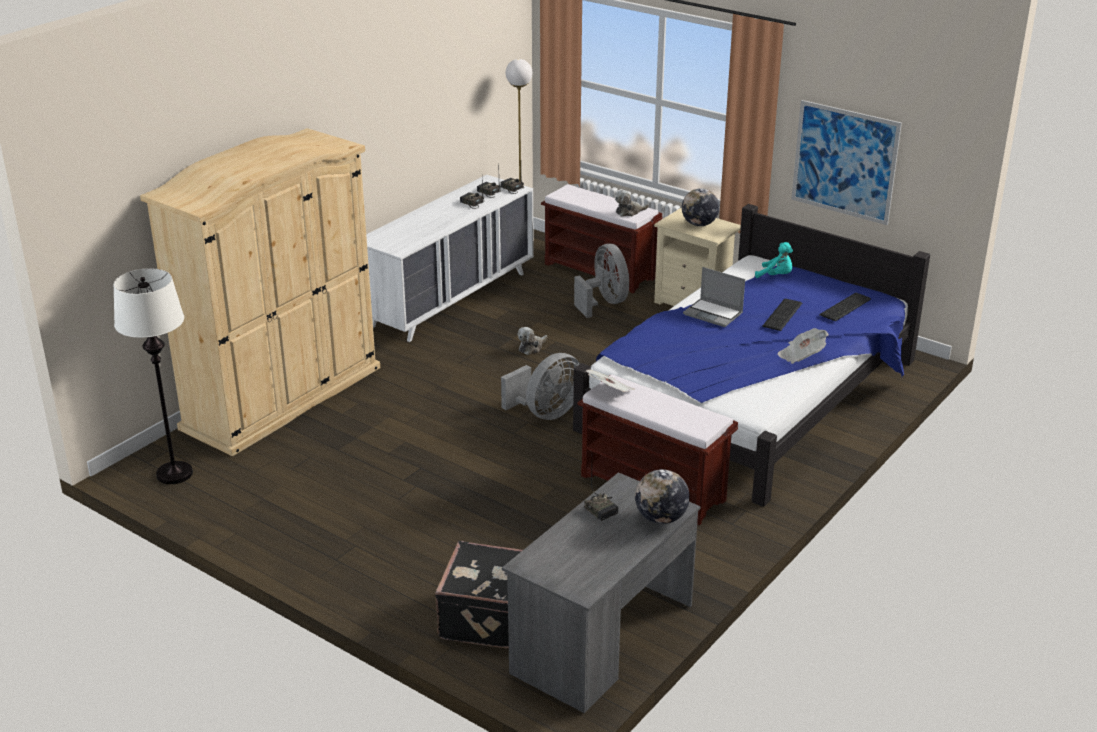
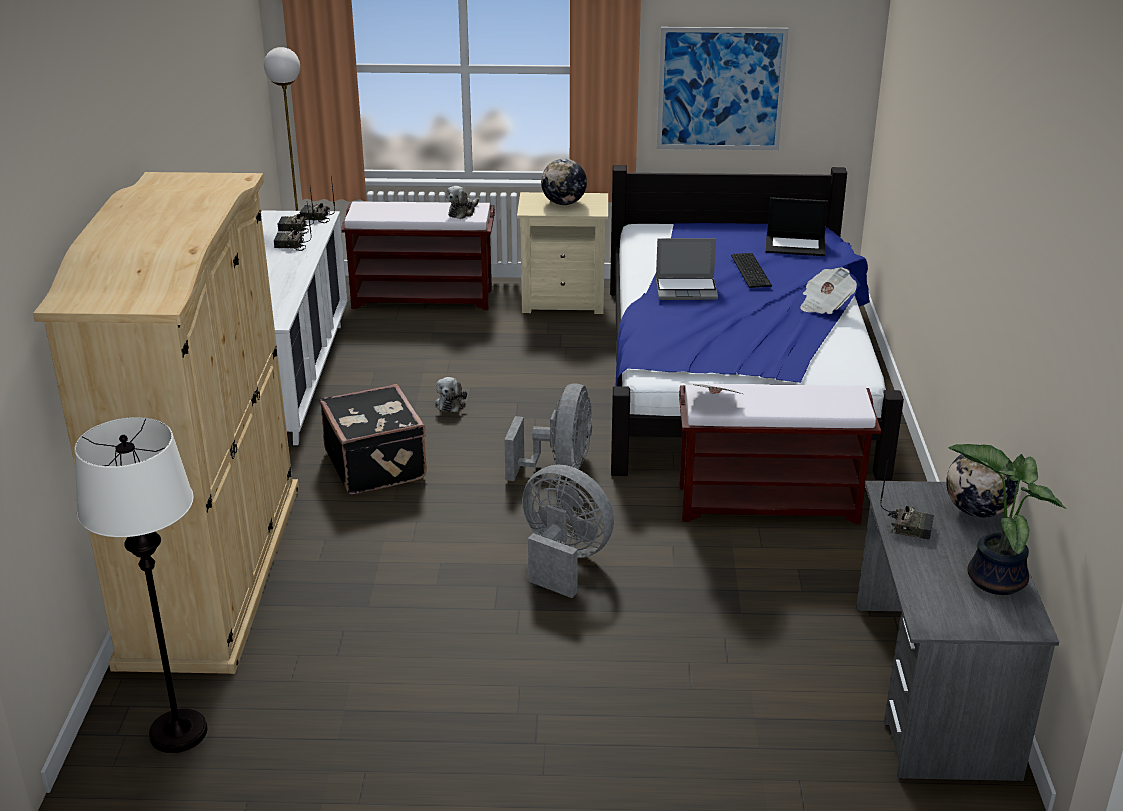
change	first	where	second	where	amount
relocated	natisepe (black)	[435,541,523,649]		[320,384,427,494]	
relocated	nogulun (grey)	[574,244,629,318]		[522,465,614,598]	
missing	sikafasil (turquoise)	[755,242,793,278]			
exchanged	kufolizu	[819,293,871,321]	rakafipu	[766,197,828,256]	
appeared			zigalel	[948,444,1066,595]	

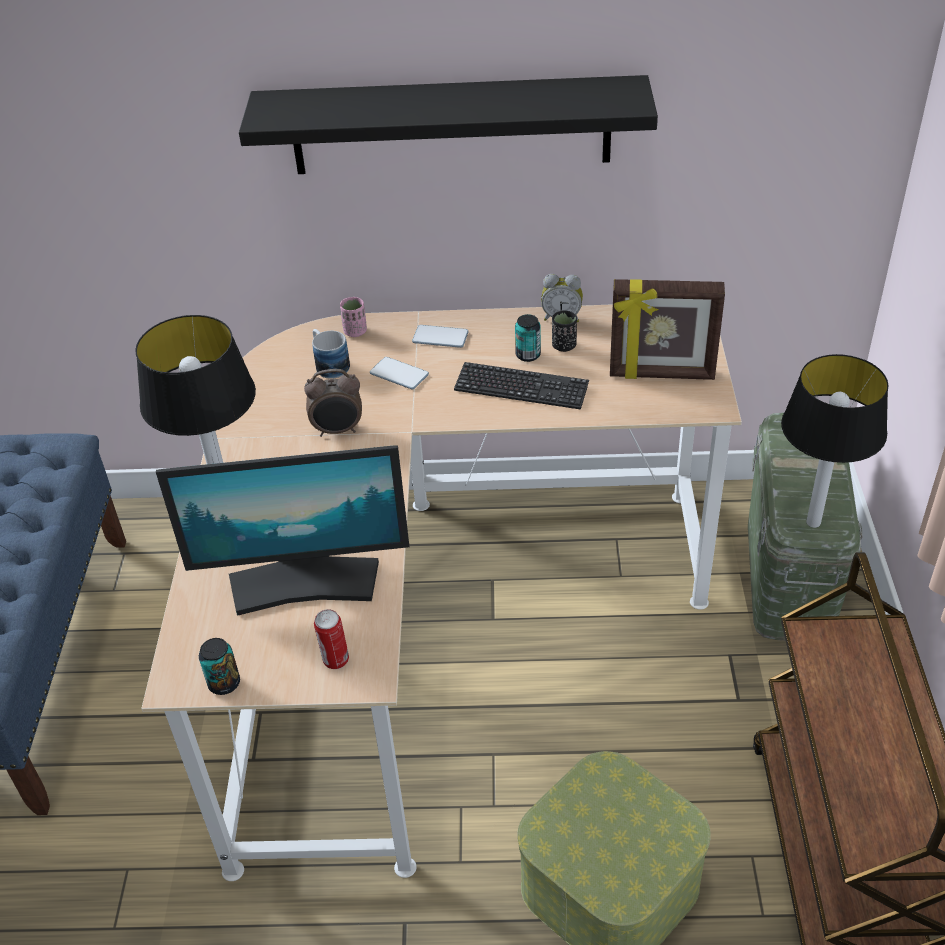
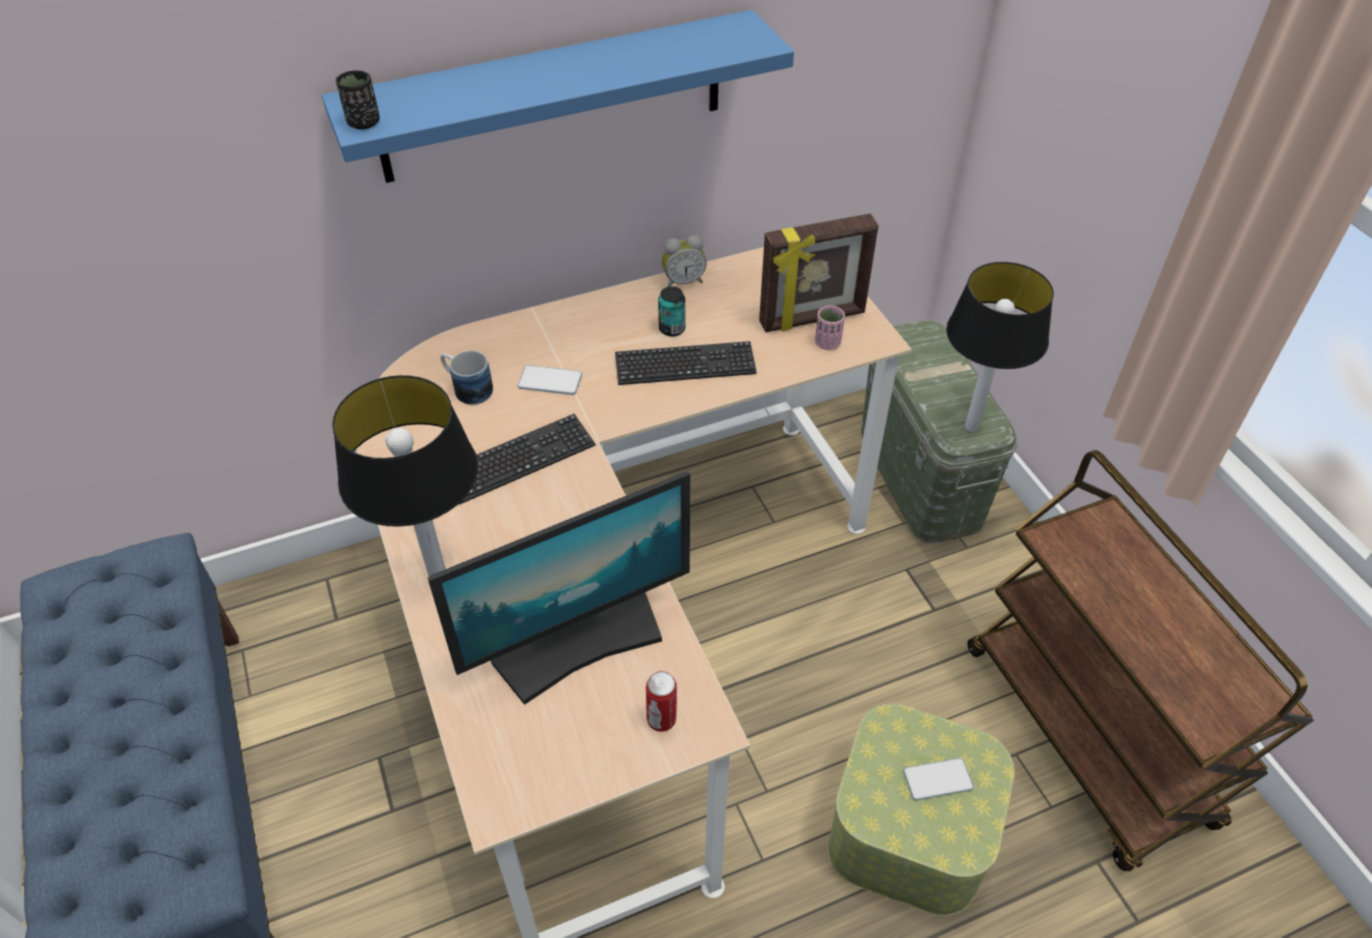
change	first	where	second	where	amount
missing	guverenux	[199,638,240,695]			
colour	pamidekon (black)	[239,75,658,174]	pamidekon (blue)	[322,10,794,183]	
exchanged	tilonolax	[304,369,362,437]	kufolizu	[459,414,595,505]	
relocated	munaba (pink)	[340,297,367,337]		[815,306,845,350]	
relocated	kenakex	[412,325,469,348]		[903,758,974,800]	
relocated	munaba (black)	[552,310,577,352]		[336,70,380,130]	

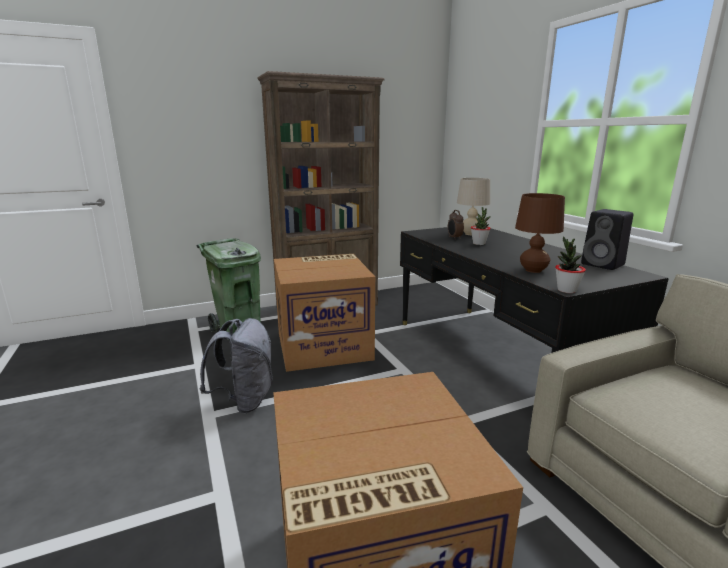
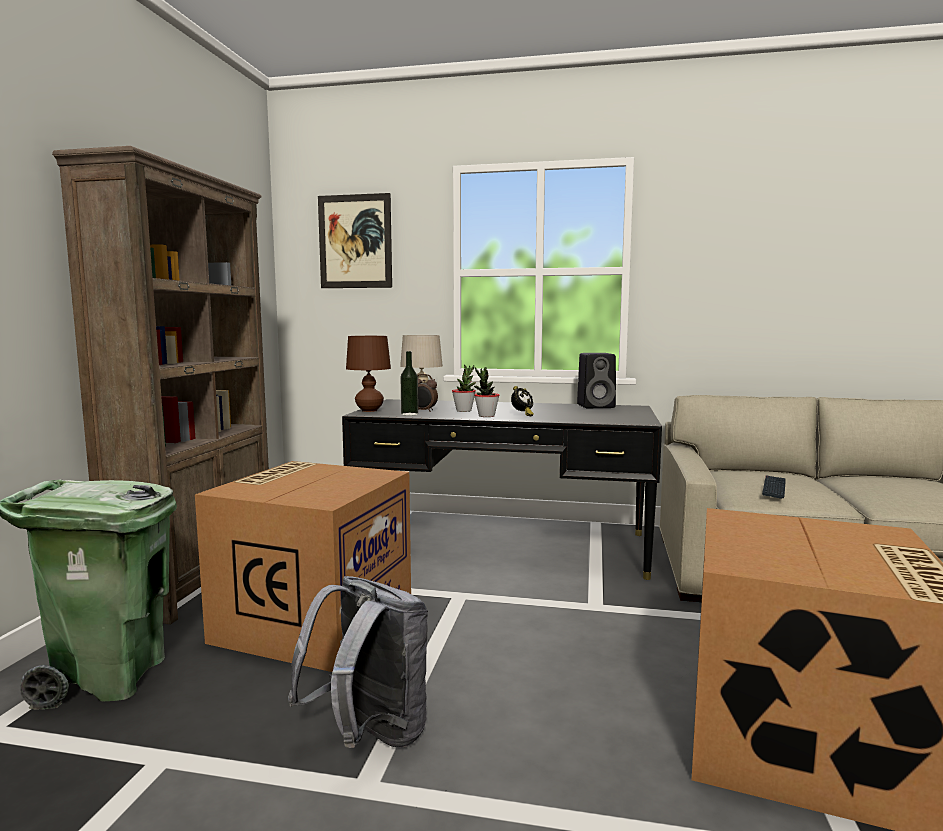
change	first	where	second	where	amount
relocated	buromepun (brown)	[515,193,565,273]		[346,336,391,412]	
relocated	zigalel	[555,236,586,293]		[474,367,499,417]	
appeared			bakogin	[318,193,392,288]	
appeared			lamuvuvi	[401,351,418,416]	
appeared			tilonolax	[511,386,534,416]	
appeared			kufolizu	[762,475,786,499]	

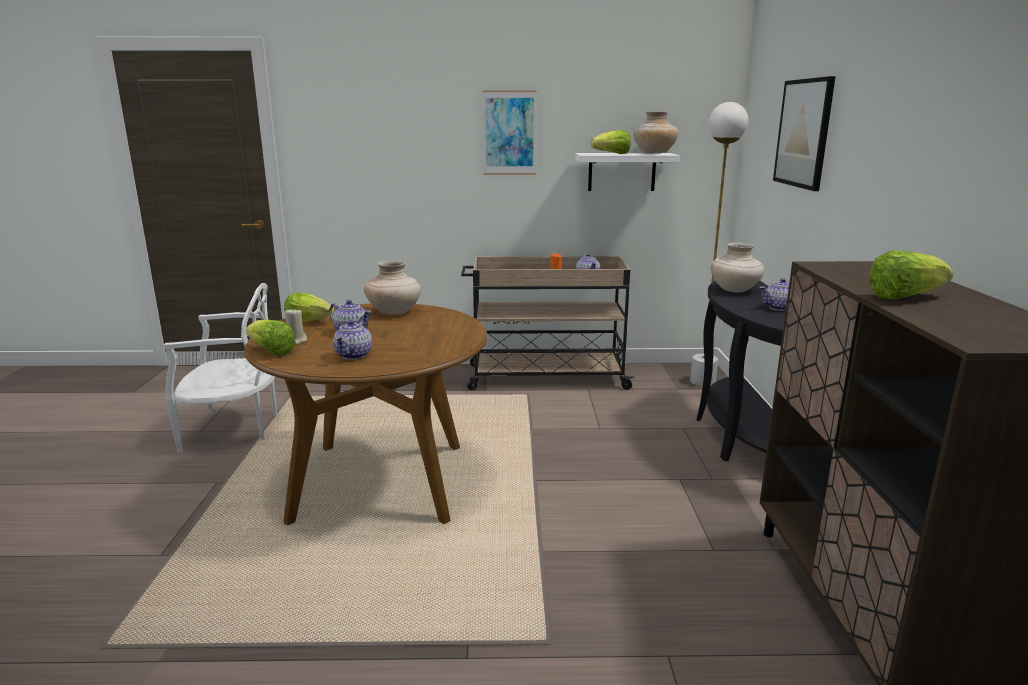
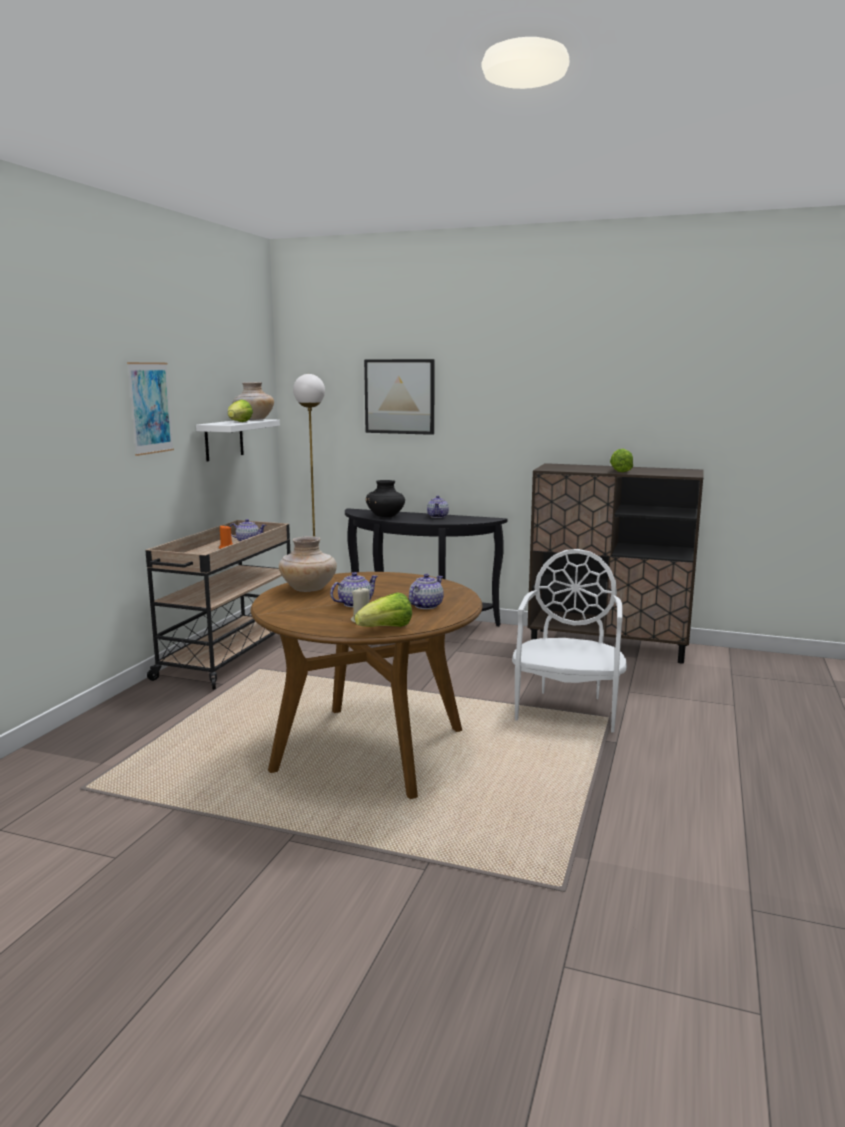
change	first	where	second	where	amount
relocated	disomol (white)	[164,283,277,453]		[512,549,627,733]	
missing	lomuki	[284,292,335,322]			
spun	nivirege	[333,320,372,360]		[409,574,444,609]	90 degrees counterclockwise
colour	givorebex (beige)	[711,243,764,293]	givorebex (black)	[366,480,405,517]	

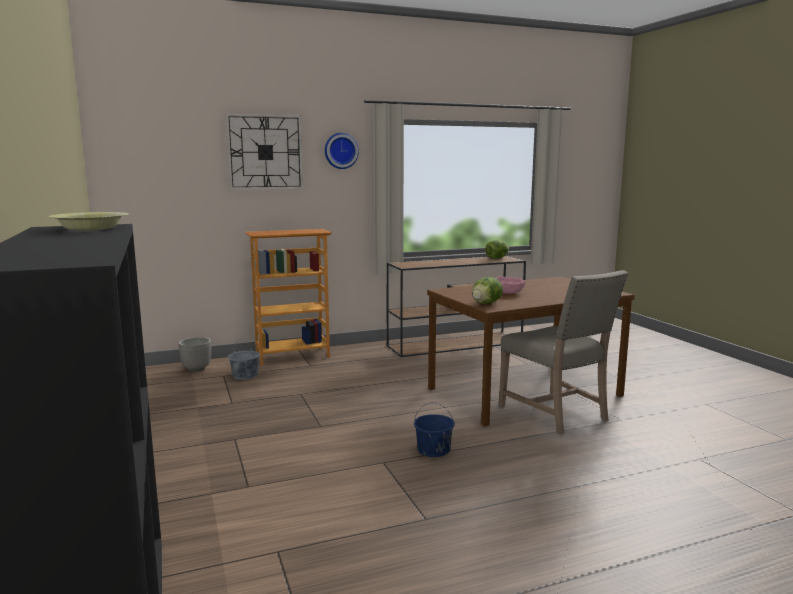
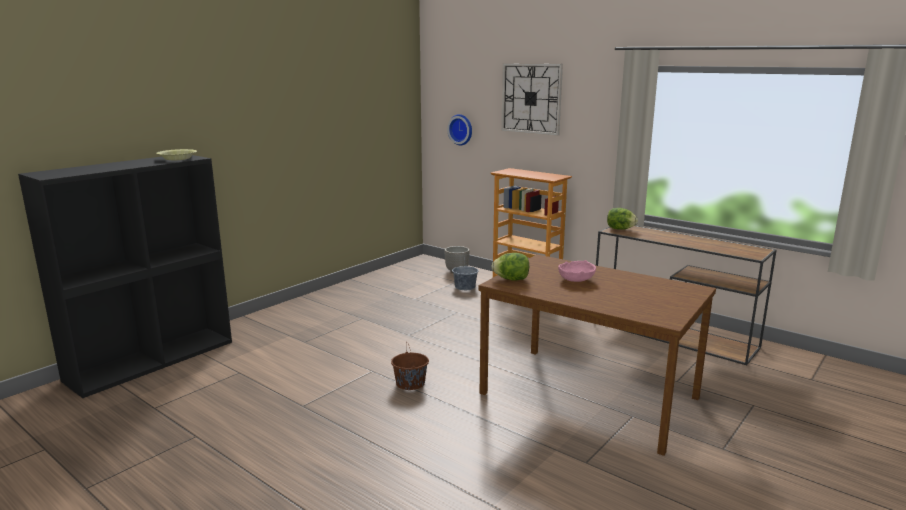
change	first	where	second	where	amount
relocated	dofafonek	[325,133,359,169]		[447,114,472,146]	
colour	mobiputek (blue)	[414,402,455,457]	mobiputek (brown)	[391,342,429,390]	
relocated	lomuki	[485,240,509,259]		[607,208,638,230]	
missing	disomol (beige)	[499,270,628,434]			

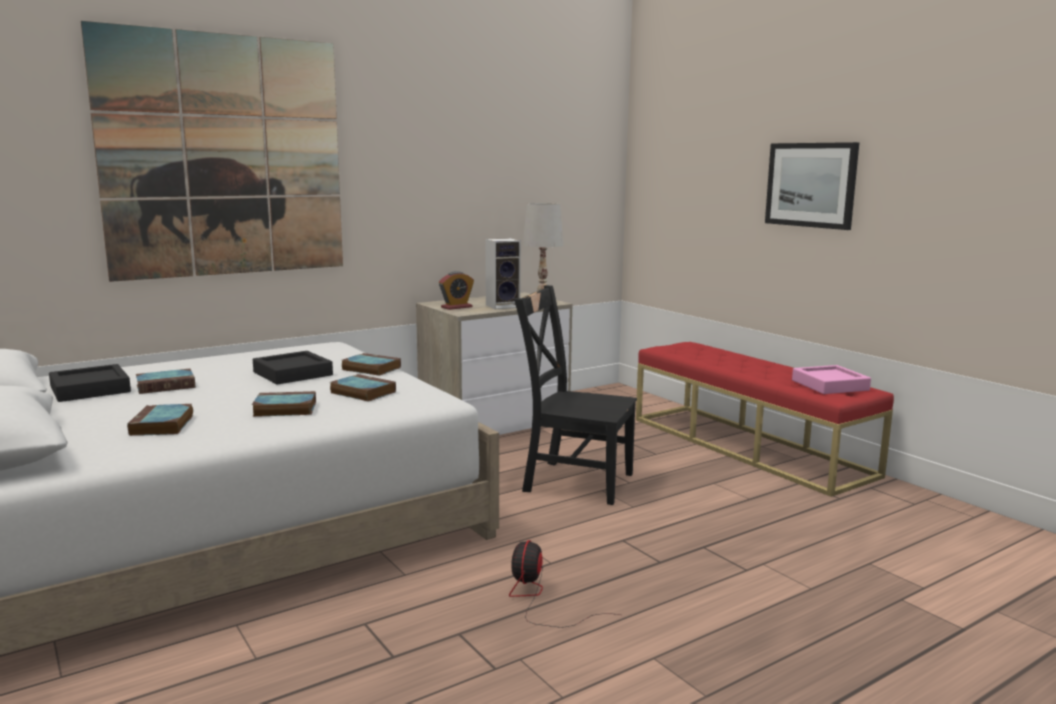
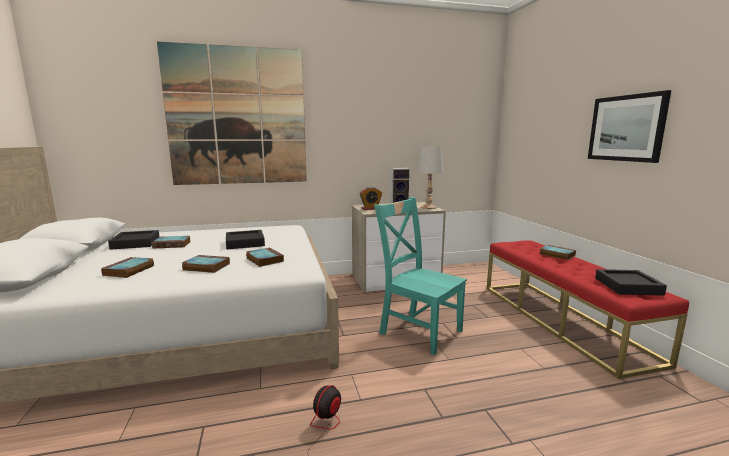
change	first	where	second	where	amount
relocated	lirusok	[342,353,401,376]		[540,245,576,260]	
colour	disomol (black)	[514,285,637,505]	disomol (turquoise)	[374,197,467,355]	
colour	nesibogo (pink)	[792,365,871,394]	nesibogo (black)	[595,269,667,295]	

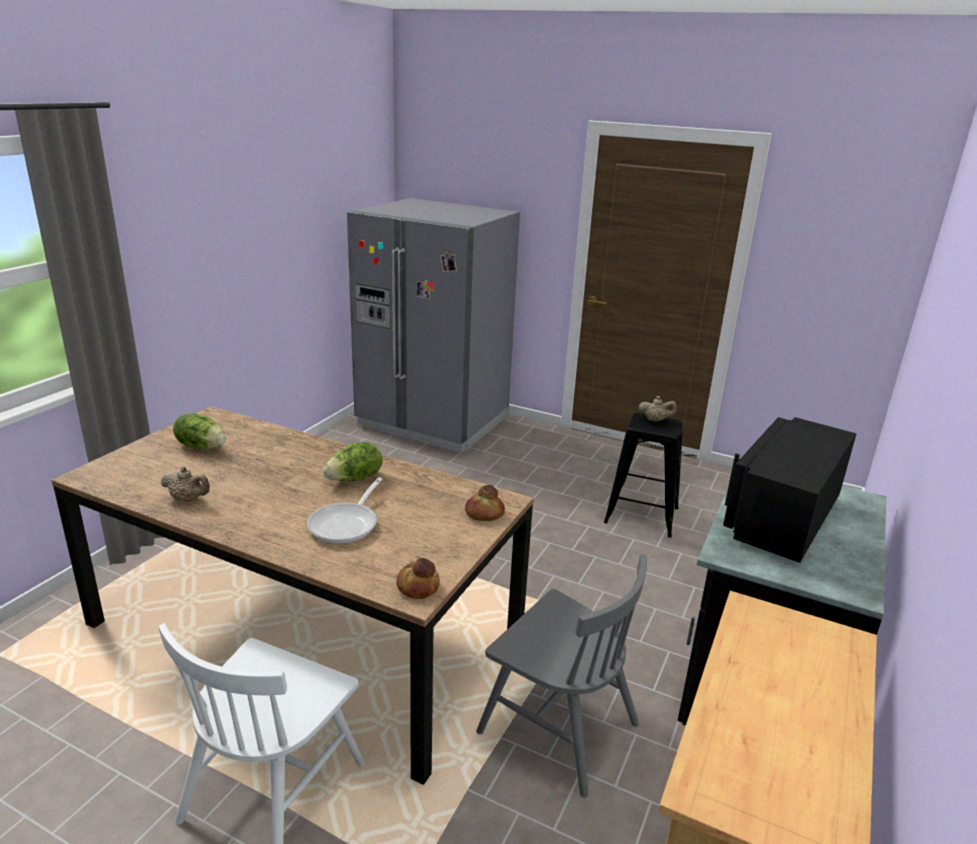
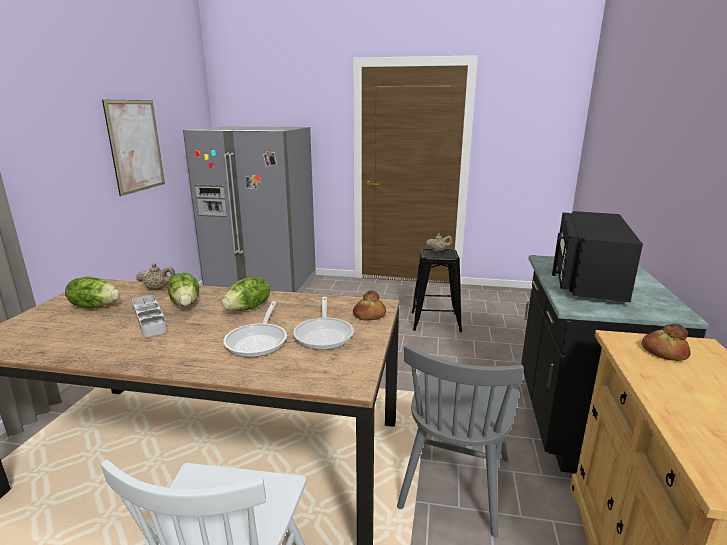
change	first	where	second	where	amount
relocated	nivirege (beige)	[161,467,210,502]		[136,263,175,290]	
relocated	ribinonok	[396,558,440,599]		[642,324,691,361]	
spun	disomol (grey)	[476,554,647,798]		[397,345,524,537]	90 degrees clockwise
appeared			bakogin	[102,100,165,196]	
appeared			nesibogo (grey)	[132,295,167,337]	
appeared			lomuki	[168,273,199,307]	
appeared			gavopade	[293,297,354,350]	

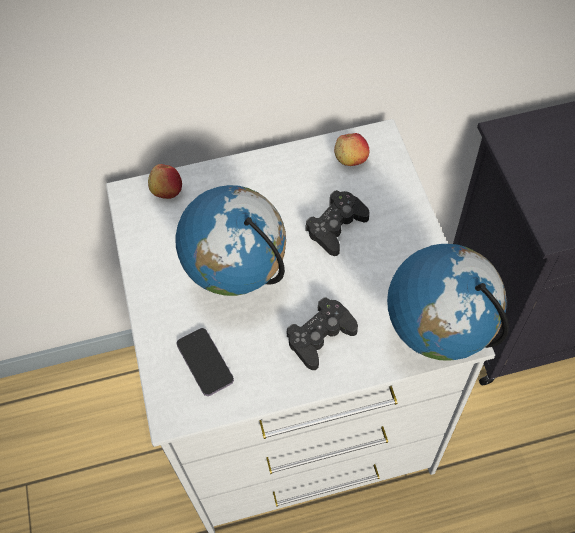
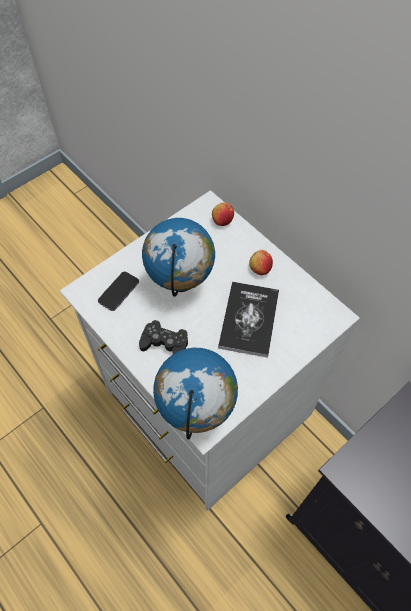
change	first	where	second	where	amount
exchanged	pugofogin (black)	[305,190,369,256]	lirusok	[218,282,279,358]	
relocated	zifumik	[334,133,370,166]		[249,250,273,275]	

